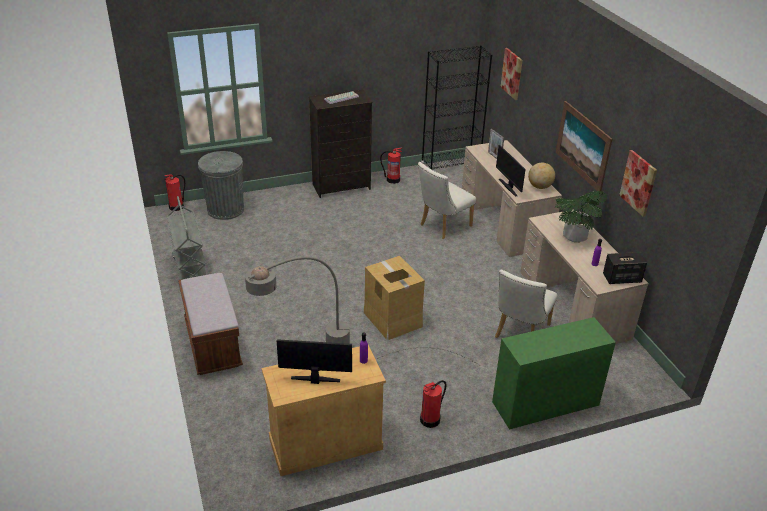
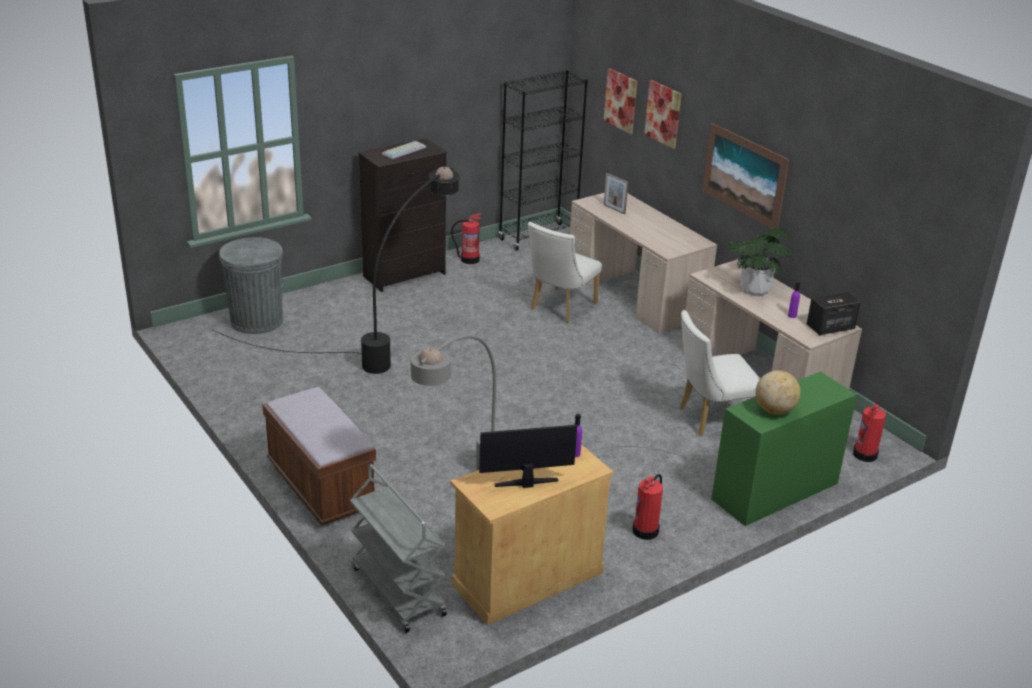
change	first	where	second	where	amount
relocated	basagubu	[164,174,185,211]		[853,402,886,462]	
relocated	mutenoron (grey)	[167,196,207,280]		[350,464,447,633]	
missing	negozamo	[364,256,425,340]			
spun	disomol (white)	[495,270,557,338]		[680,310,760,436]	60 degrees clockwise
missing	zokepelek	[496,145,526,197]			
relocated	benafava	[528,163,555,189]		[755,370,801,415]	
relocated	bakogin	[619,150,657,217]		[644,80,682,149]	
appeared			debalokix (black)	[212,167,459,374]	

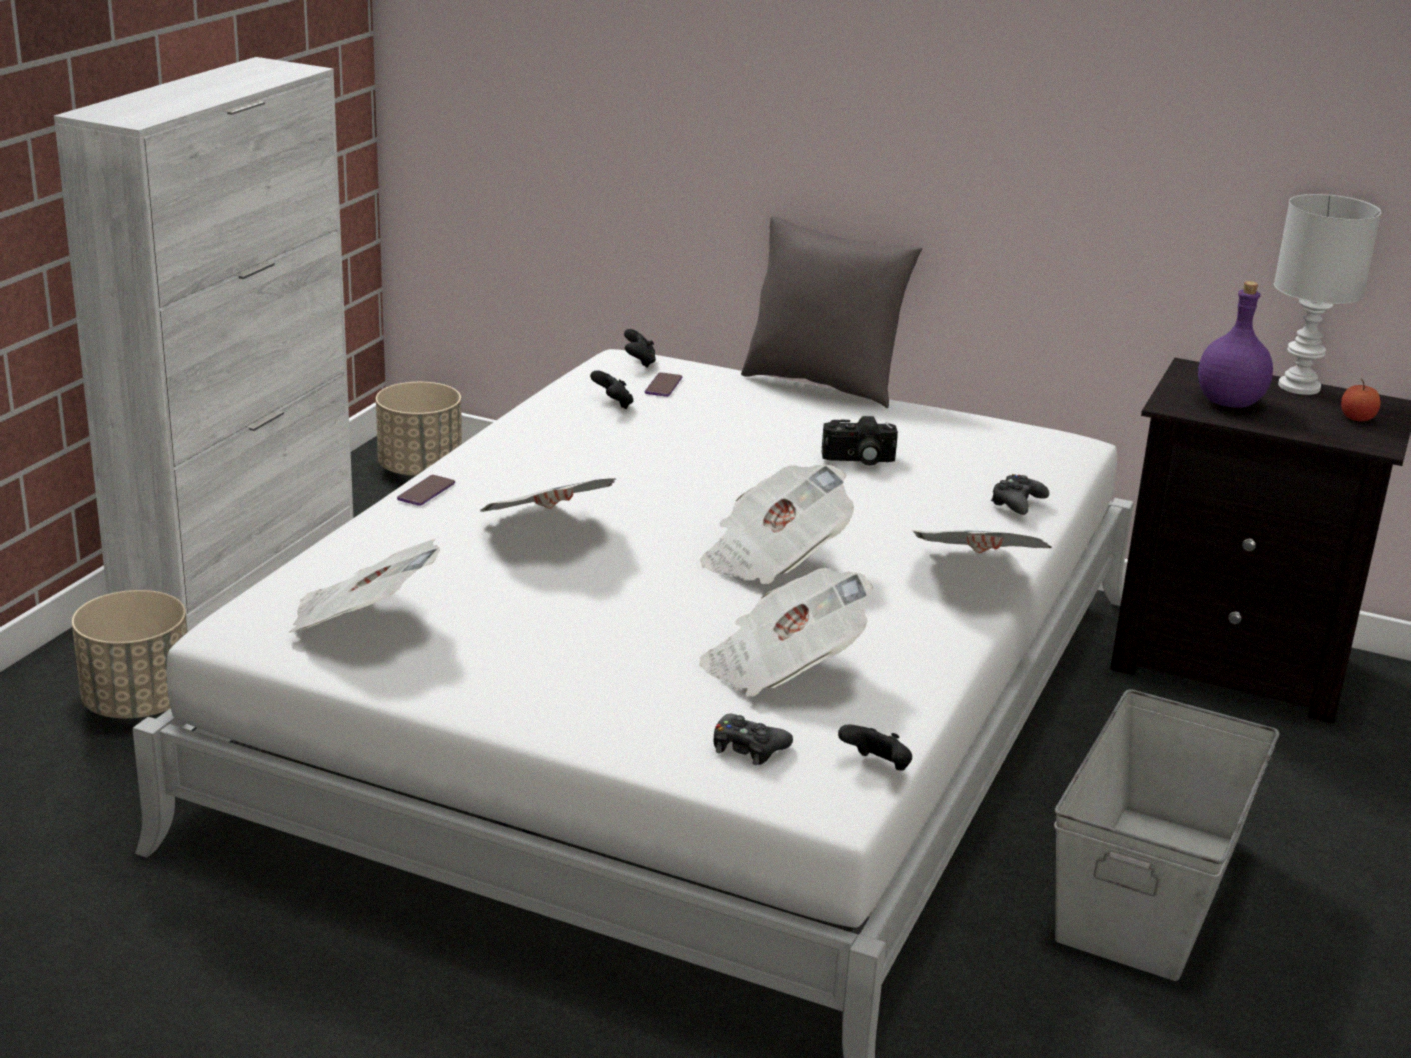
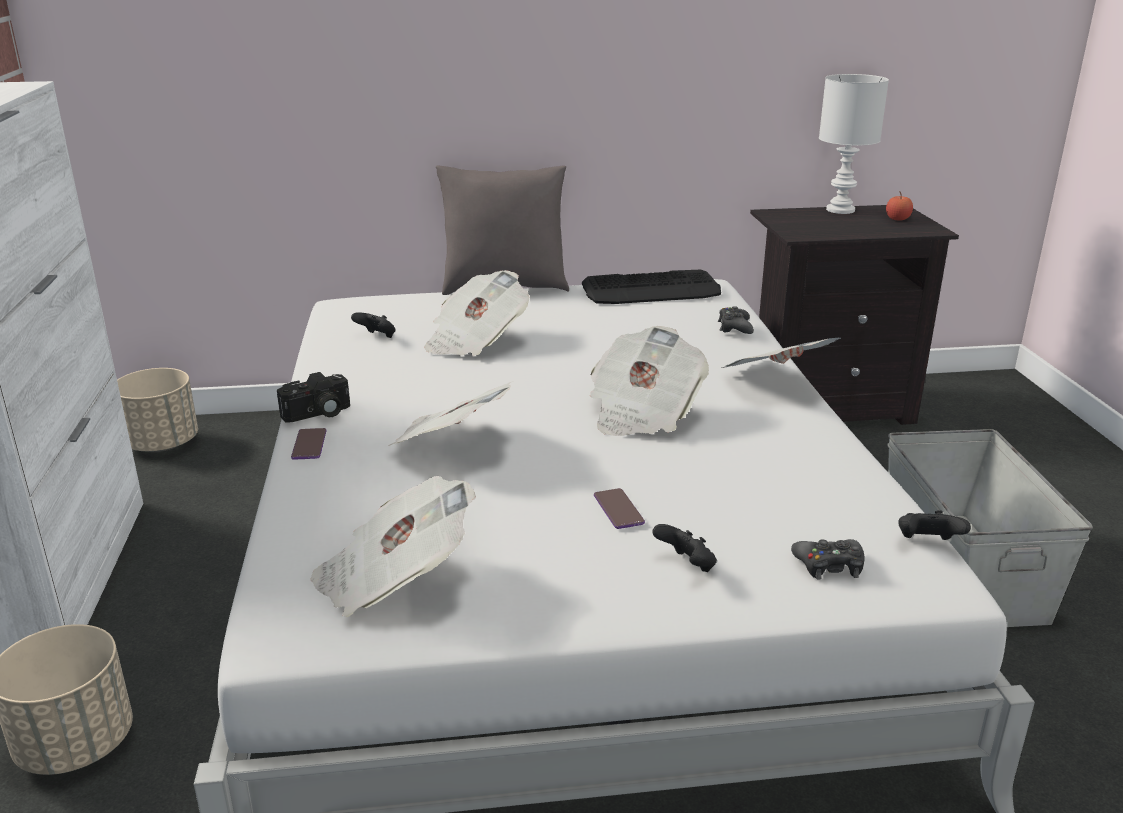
change	first	where	second	where	amount
relocated	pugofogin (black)	[624,329,656,368]		[652,524,717,572]	
relocated	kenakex	[645,372,682,397]		[594,488,645,529]	
relocated	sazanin	[699,568,873,697]		[424,270,530,356]	
relocated	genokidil	[822,416,898,466]		[277,372,350,423]	
missing	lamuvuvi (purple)	[1198,281,1273,408]			
appeared			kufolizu	[582,270,721,304]	

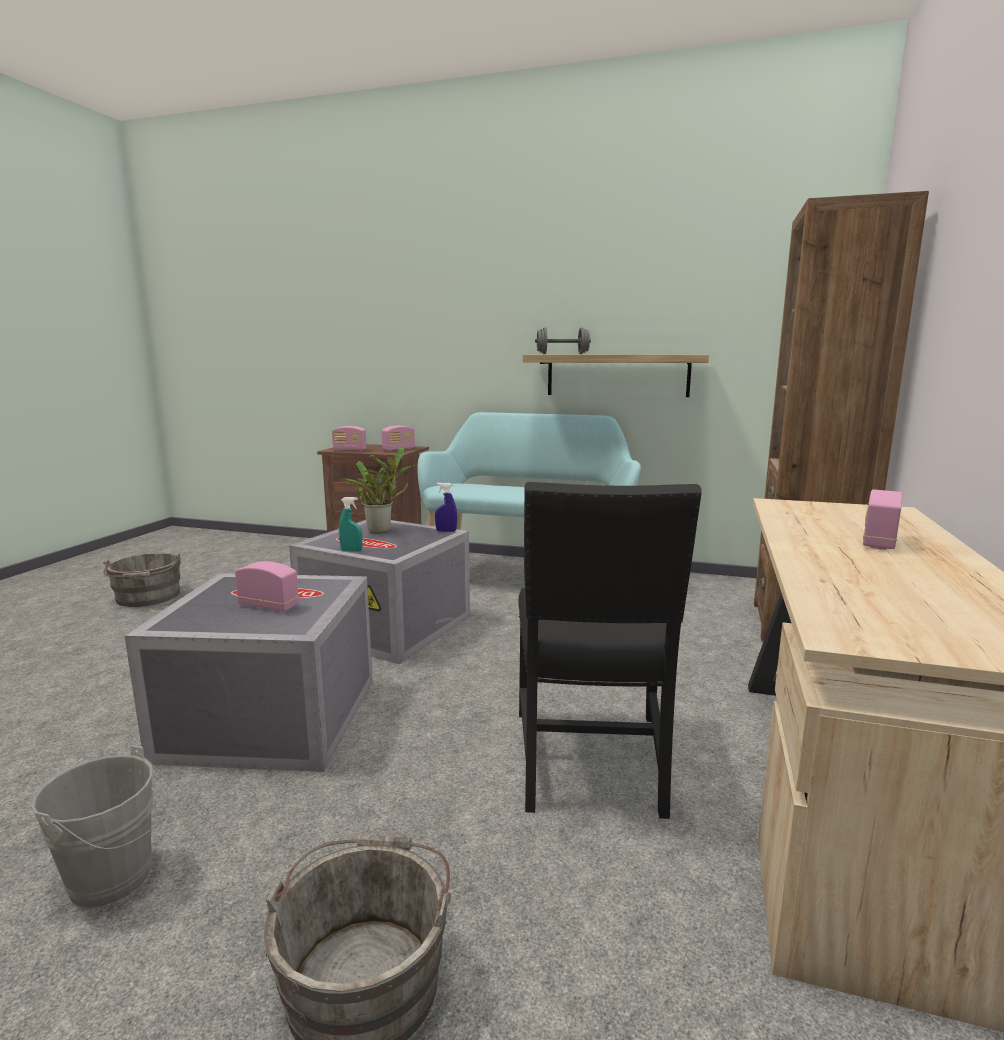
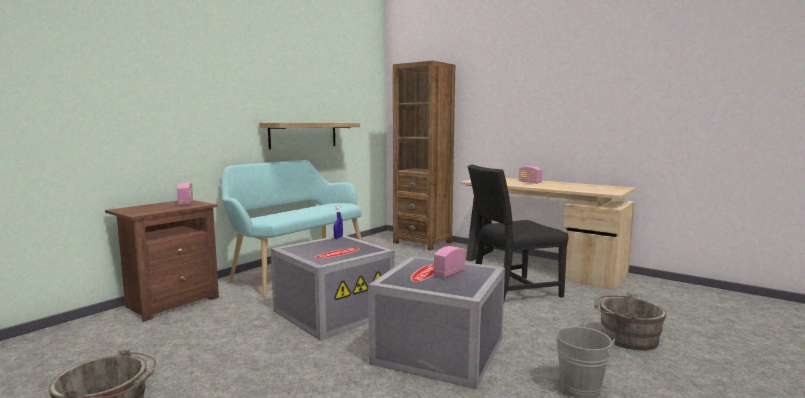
change	first	where	second	where	amount
missing	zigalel	[331,447,415,534]			
missing	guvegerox	[332,426,367,451]			
missing	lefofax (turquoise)	[339,497,363,552]			
spun	disomol (black)	[518,482,702,819]		[468,165,568,300]	135 degrees clockwise
missing	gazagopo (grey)	[535,327,591,354]			

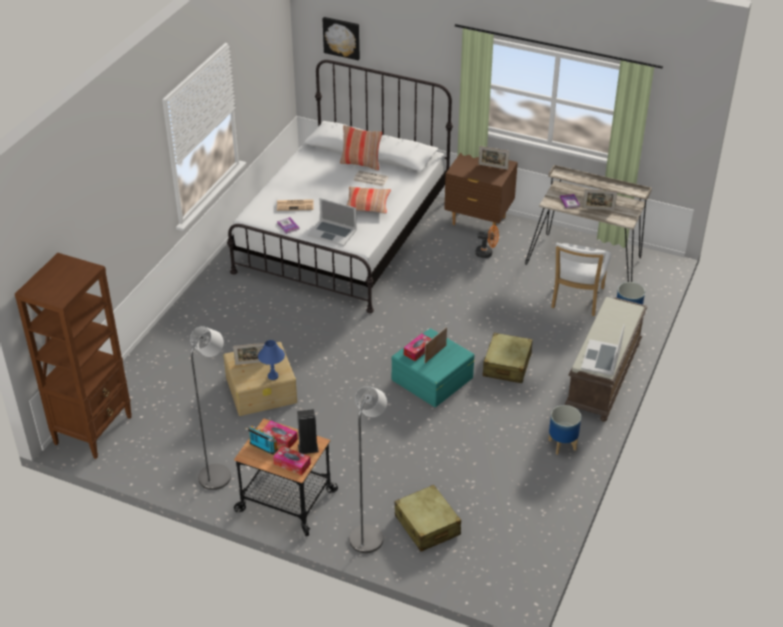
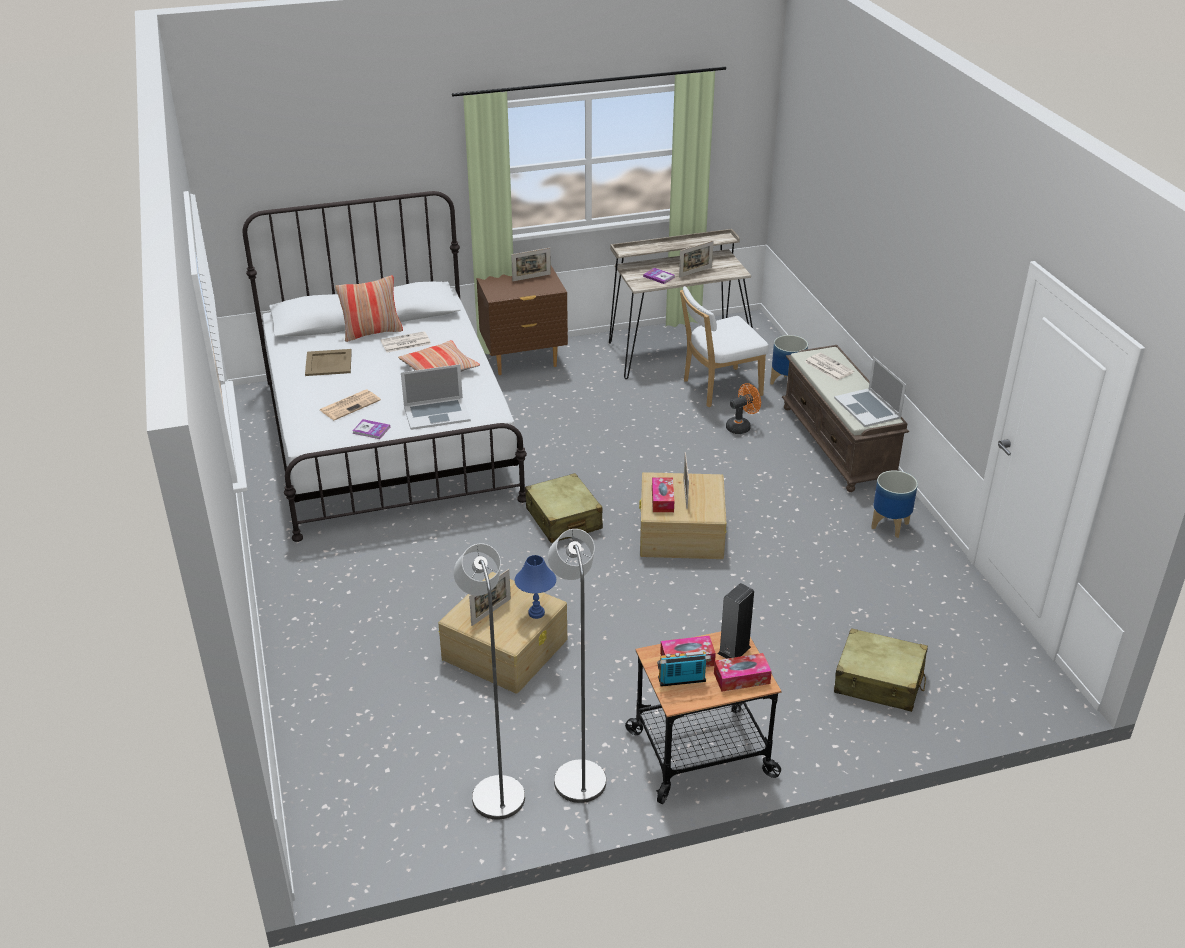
change	first	where	second	where	amount
missing	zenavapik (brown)	[15,253,132,459]			
missing	bakogin	[323,17,360,60]			
relocated	debalokix (grey)	[349,386,387,553]		[454,543,525,820]	
colour	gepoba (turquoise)	[392,328,475,407]	gepoba (beige)	[639,472,727,559]	
relocated	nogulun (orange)	[475,225,499,258]		[726,383,761,434]	
relocated	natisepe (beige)	[483,333,533,383]		[525,473,603,543]	
spun	disomol (white)	[551,243,611,316]		[680,286,769,407]	90 degrees clockwise
appeared			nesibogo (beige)	[305,349,352,376]	
appeared			sazanin	[805,353,854,380]	

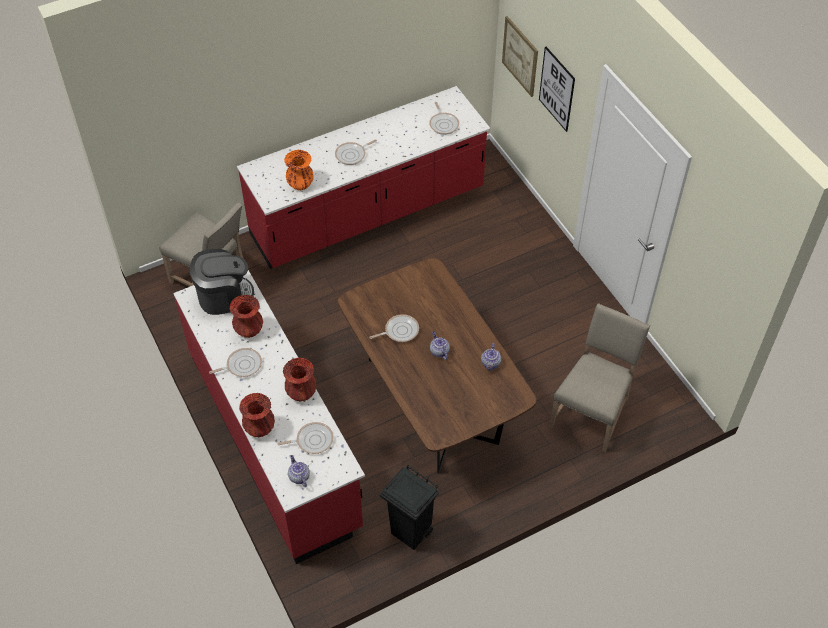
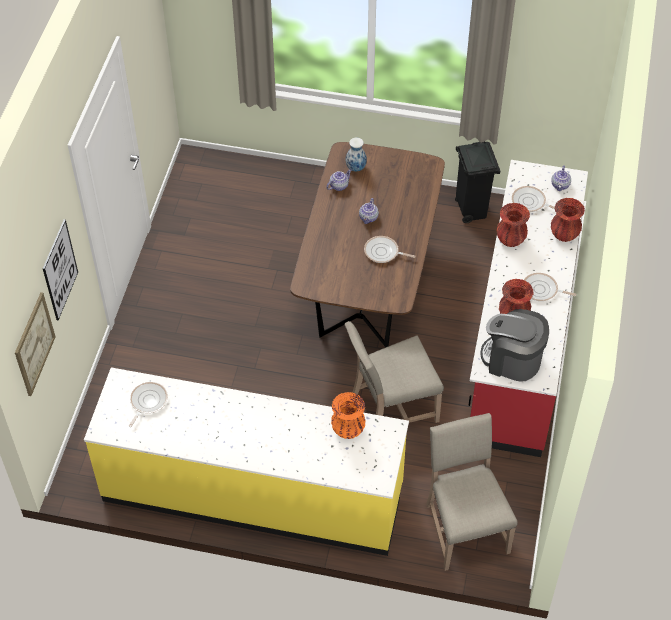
change	first	where	second	where	amount
colour	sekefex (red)	[237,86,490,269]	sekefex (yellow)	[84,367,409,556]	
missing	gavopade	[335,139,377,165]			
relocated	disomol (beige)	[549,303,650,452]		[344,321,444,423]	
appeared			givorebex	[346,138,367,171]	

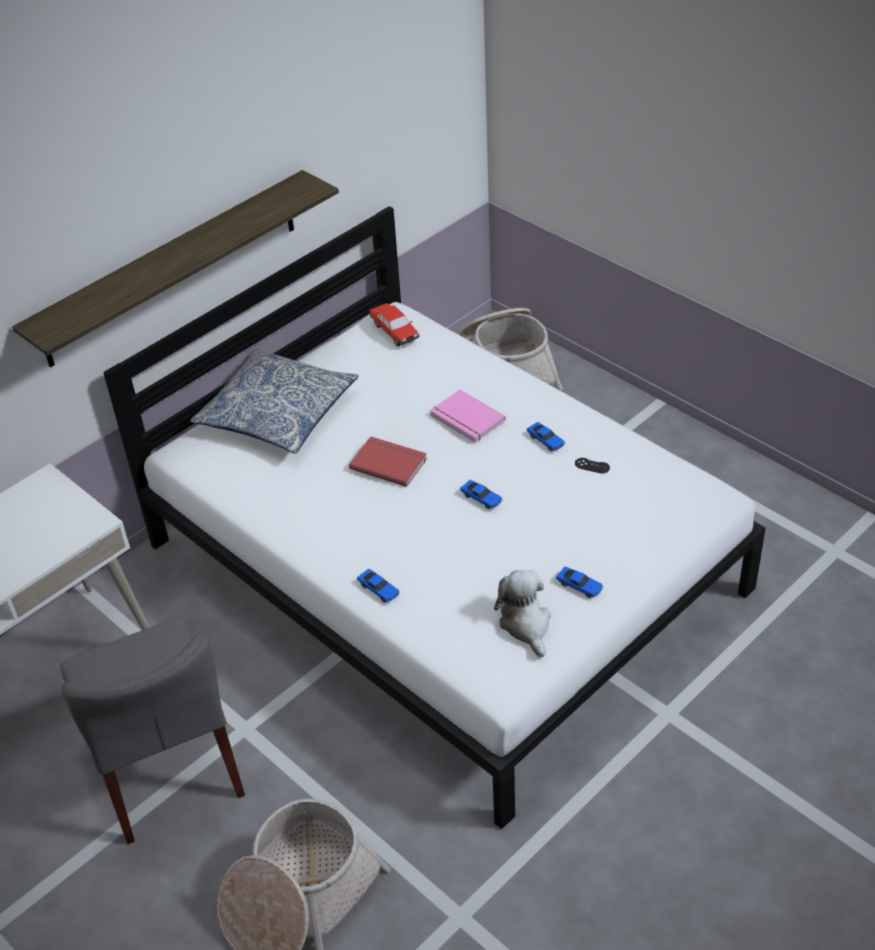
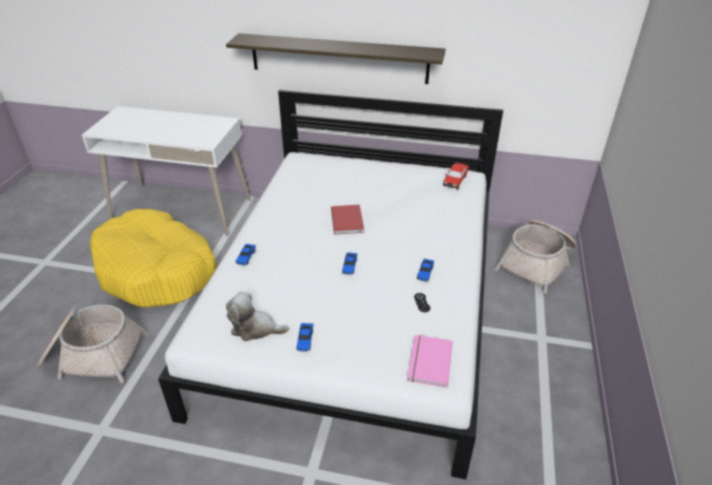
change	first	where	second	where	amount
exchanged	disomol (grey)	[60,617,245,844]	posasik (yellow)	[90,209,218,307]	
missing	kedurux	[190,348,359,453]			
relocated	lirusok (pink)	[430,389,506,443]		[407,335,453,388]	
spun	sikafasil	[494,570,551,658]		[226,292,289,341]	120 degrees counterclockwise

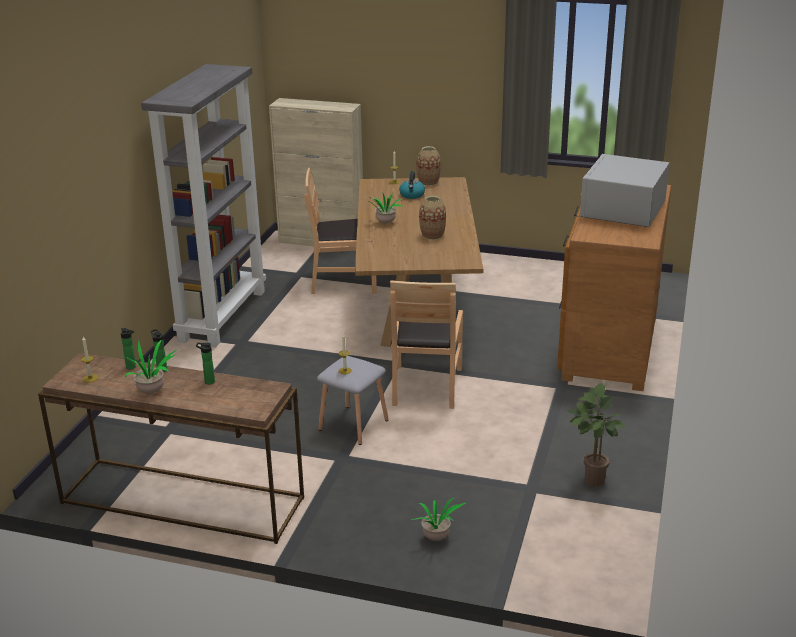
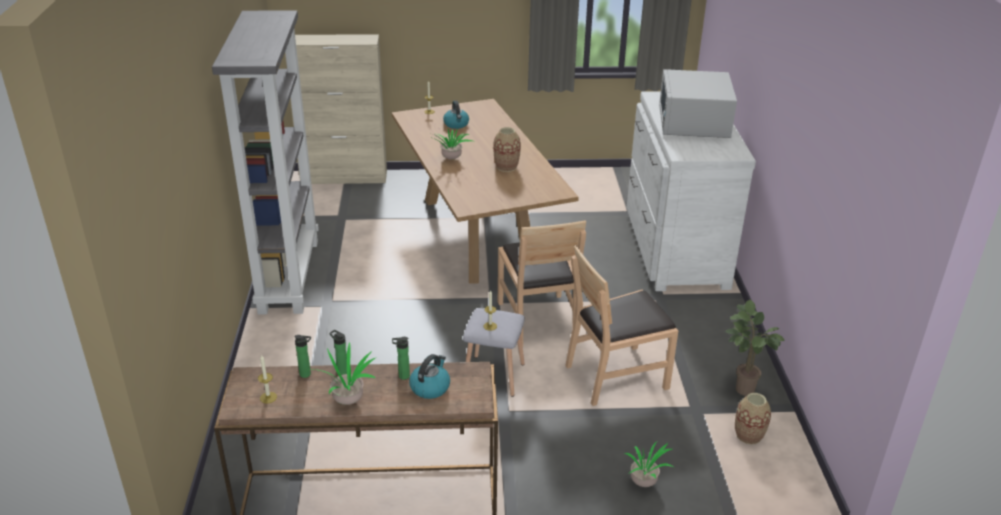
change	first	where	second	where	amount
relocated	disomol (brown)	[304,167,377,294]		[565,245,678,406]	
relocated	givorebex	[417,146,441,186]		[735,393,771,445]	
colour	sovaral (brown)	[557,185,672,391]	sovaral (white)	[626,91,756,291]	
appeared			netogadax	[409,354,450,399]	

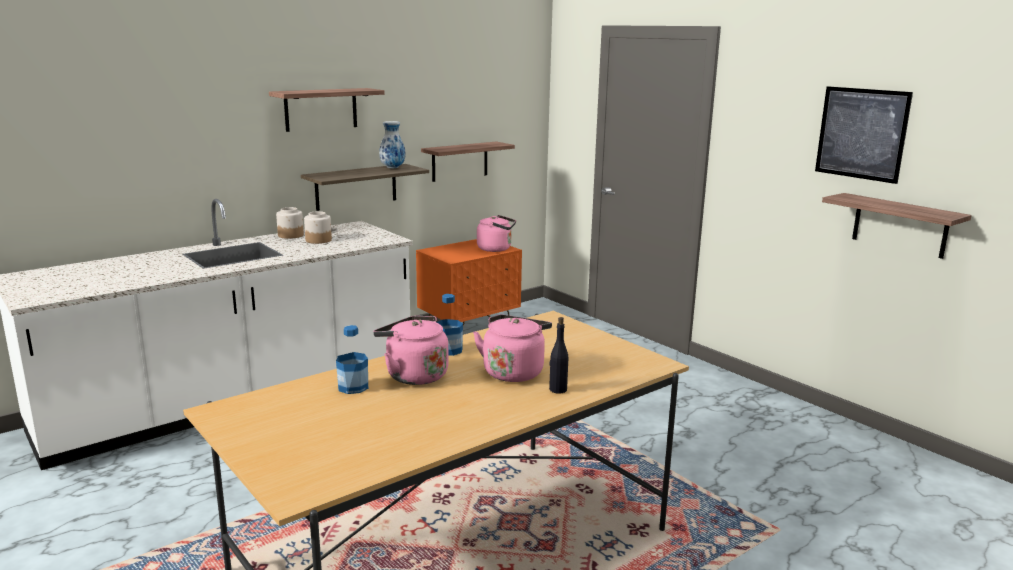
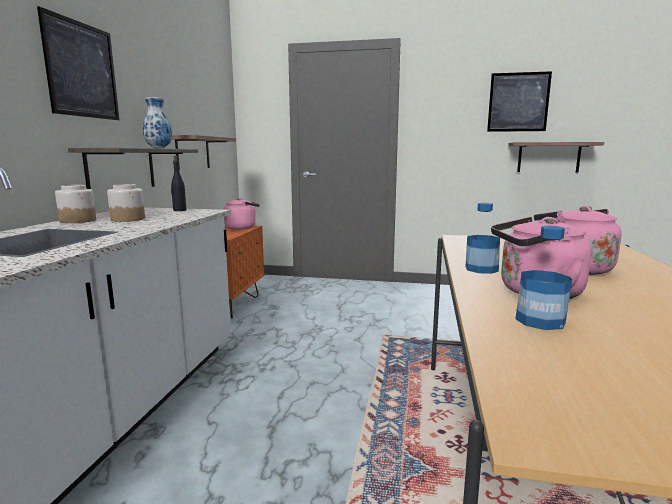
change	first	where	second	where	amount
exchanged	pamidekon	[269,88,385,132]	bakogin	[37,6,119,120]	
relocated	lamuvuvi (black)	[549,317,568,394]		[171,156,187,211]	

